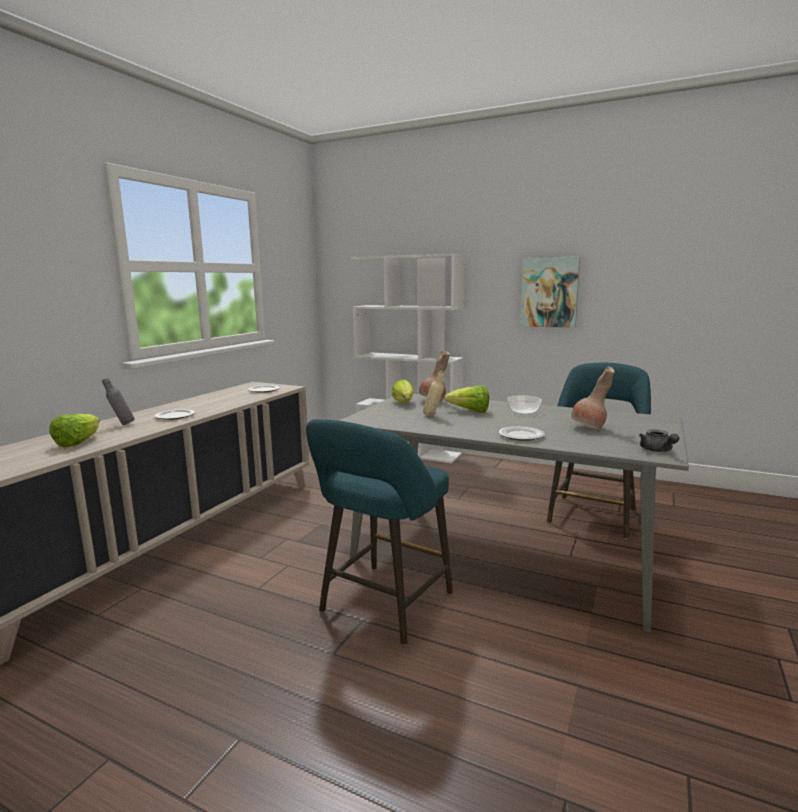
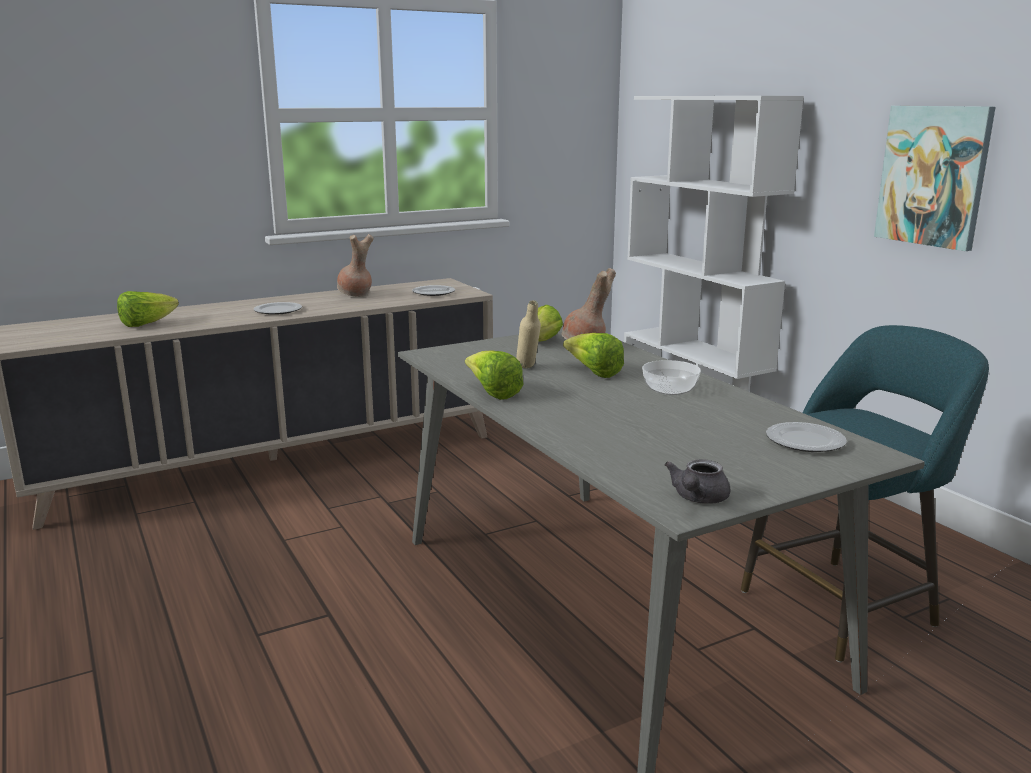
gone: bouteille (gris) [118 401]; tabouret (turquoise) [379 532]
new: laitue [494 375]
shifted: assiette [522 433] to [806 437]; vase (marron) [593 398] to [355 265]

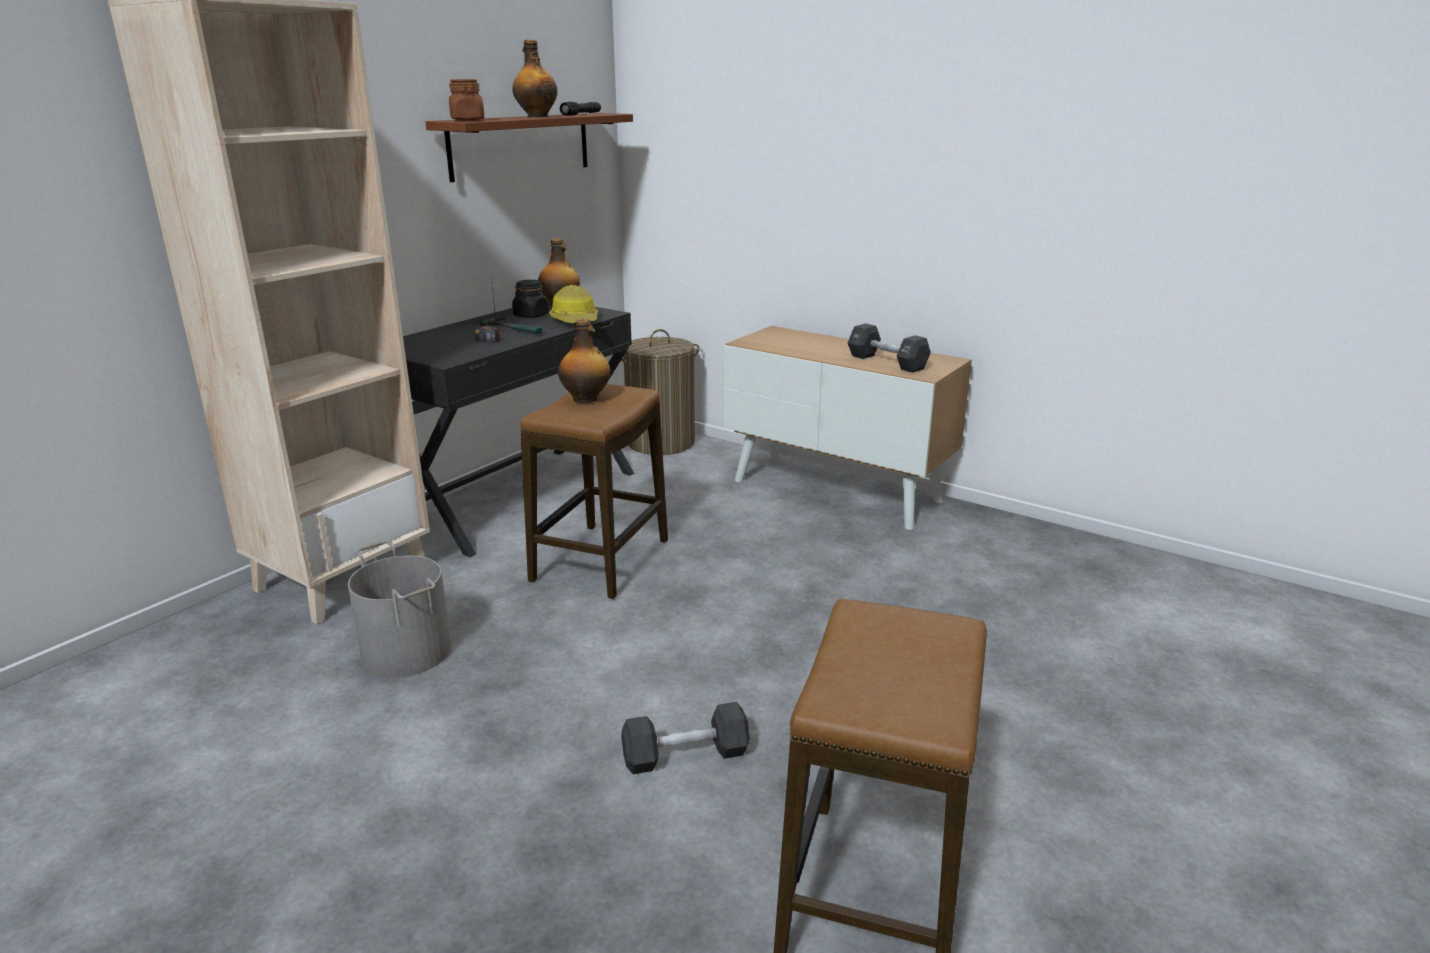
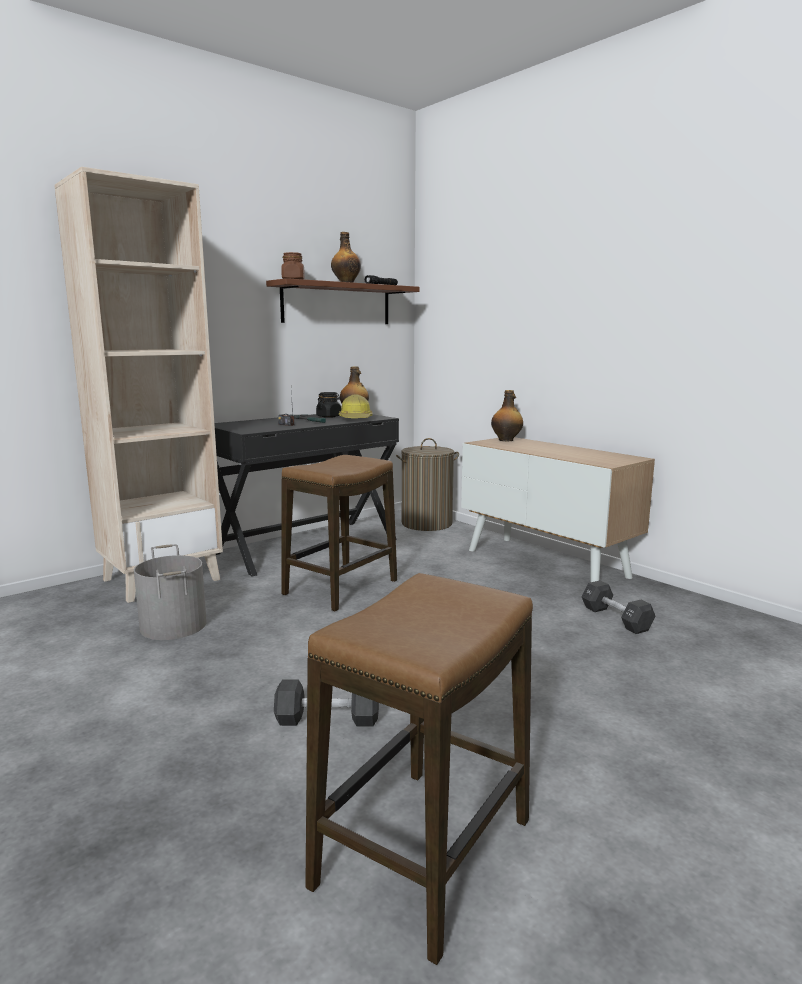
shifted: bouteille [584 360] to [507 415]; haltère (noir) [889 348] to [618 607]

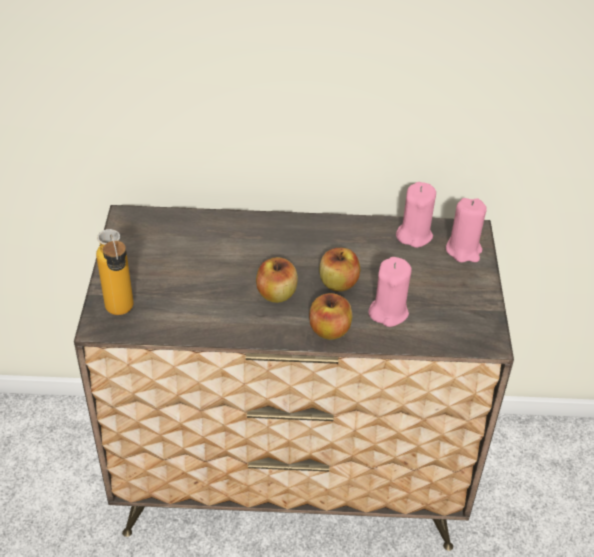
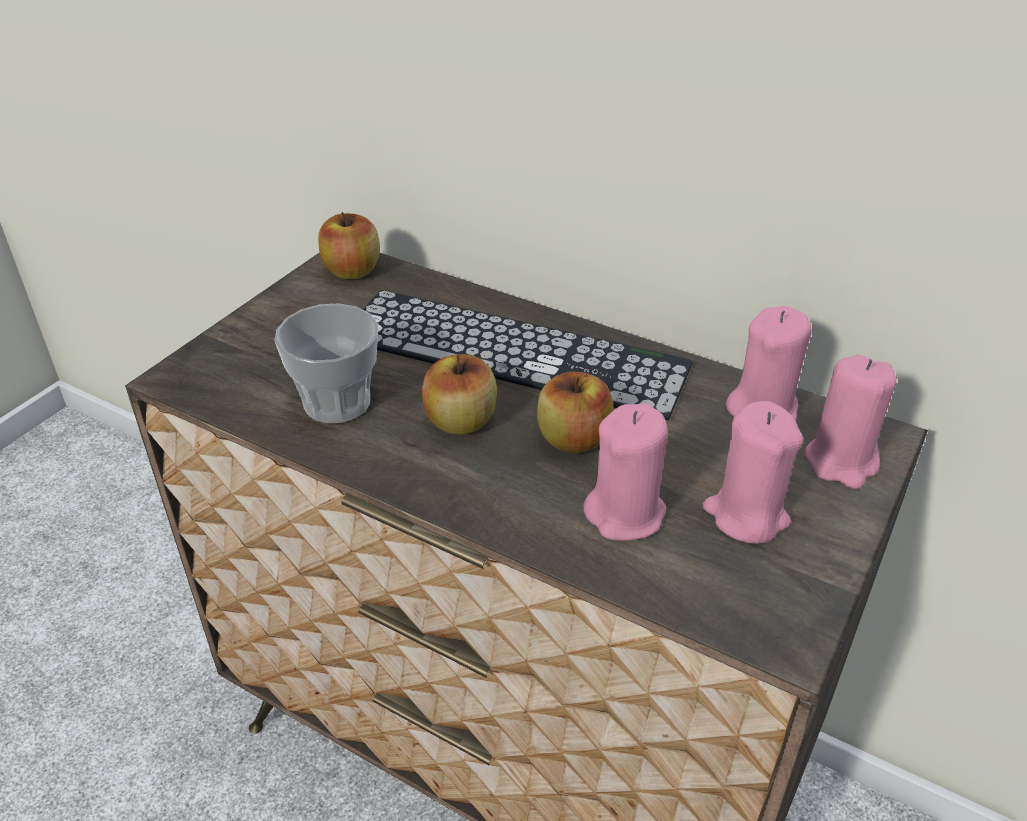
gone: bouteille [115 272]
new: tasse [326 363]; clavier [527 355]; bougie (rose) [753 472]
shifted: pomme [330 316] to [349 245]

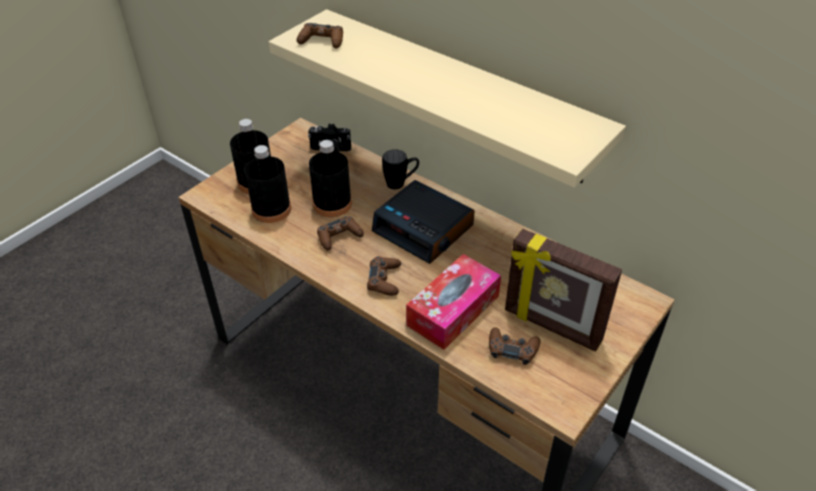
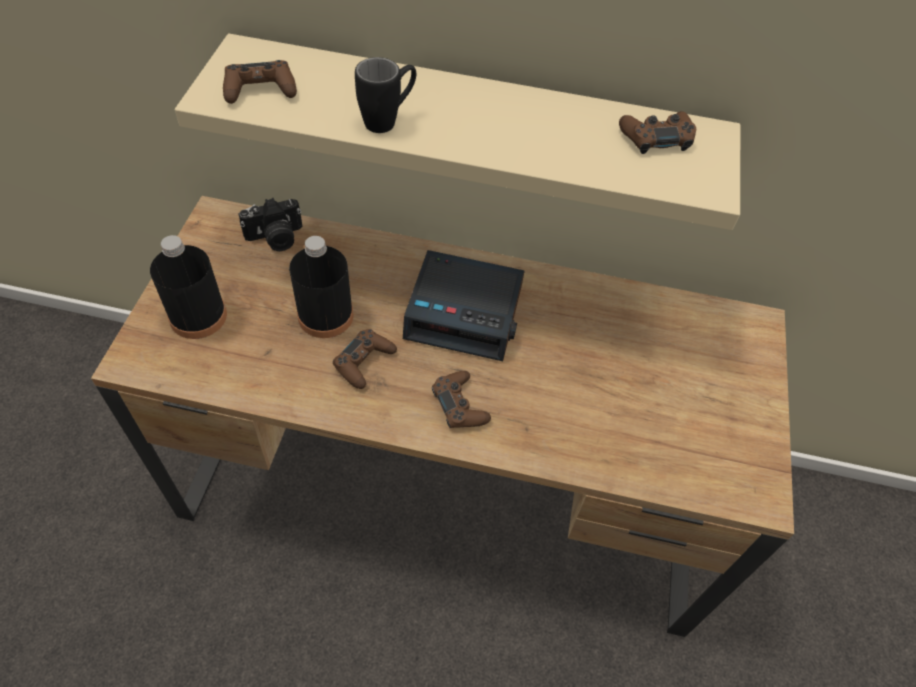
gone: bouteille (noir) [267 184]; boîte à mouchoirs [453 302]; cadre photo [563 290]
shifted: mug (noir) [400 169] to [385 95]; manette (marron) [514 346] to [657 132]

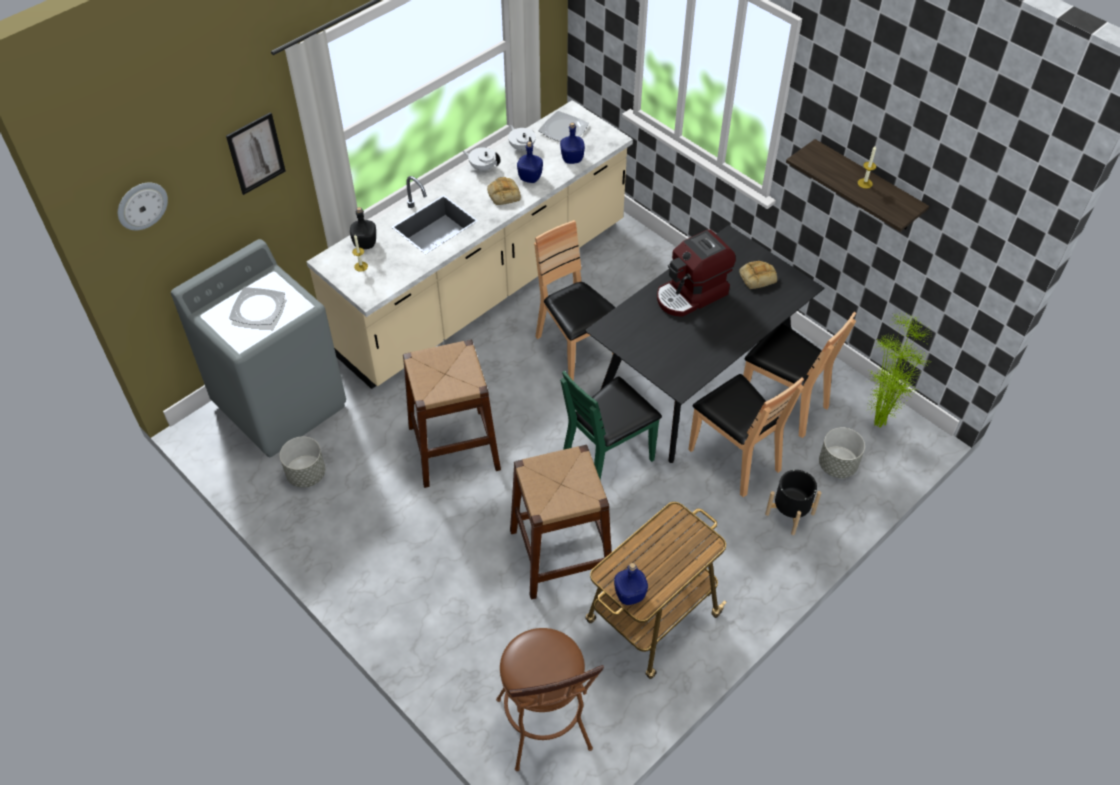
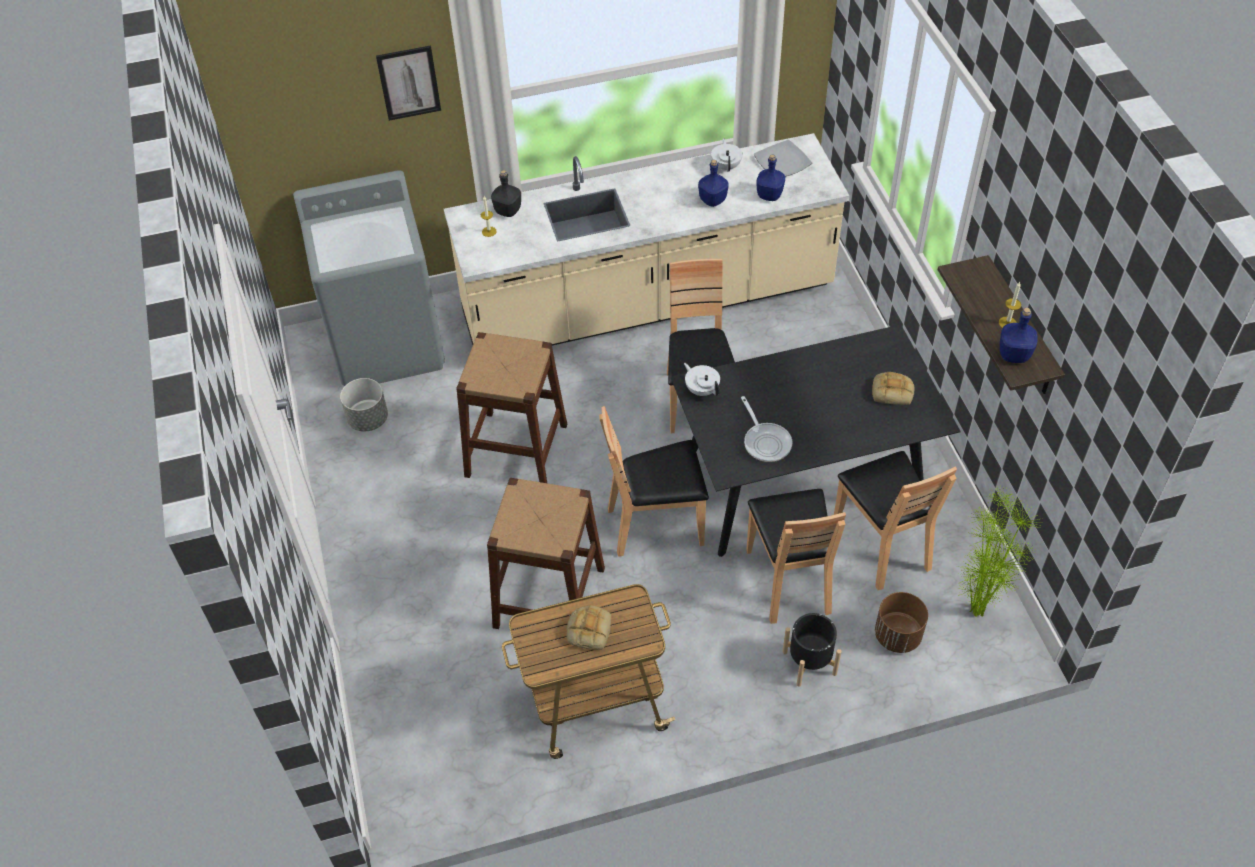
gone: horloge murale [143 206]; assiette [257 306]; tabouret (marron) [550 699]; machine à café [696 273]
new: poêle [766 429]
shifted: théière (blanc) [481 159] to [702 379]; pain [504 191] to [589 627]; bouteille (bleu) [631 584] to [1019 335]
repainted: chaise (vert) [611 425] to chaise (marron) [654 481]; cache-pot (gris) [842 452] to cache-pot (marron) [901 622]

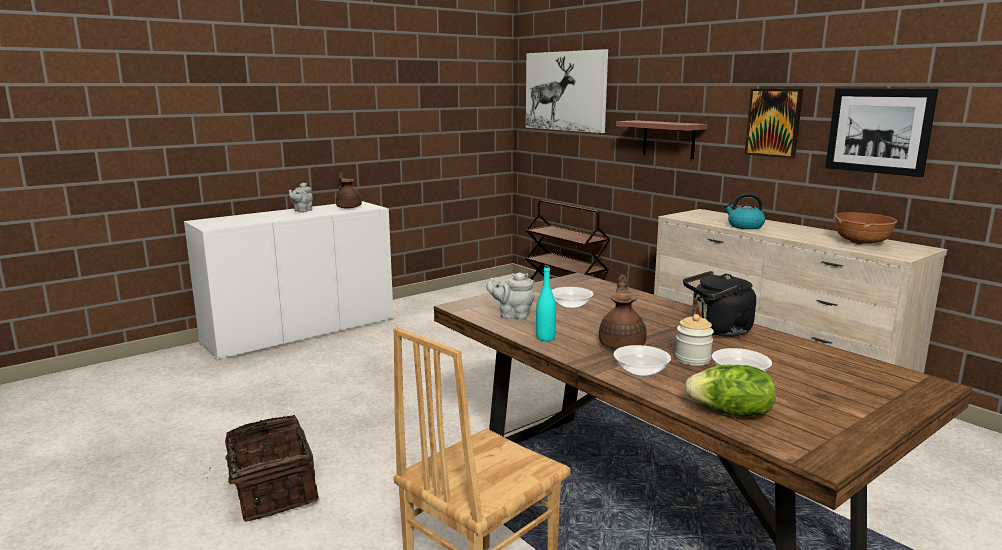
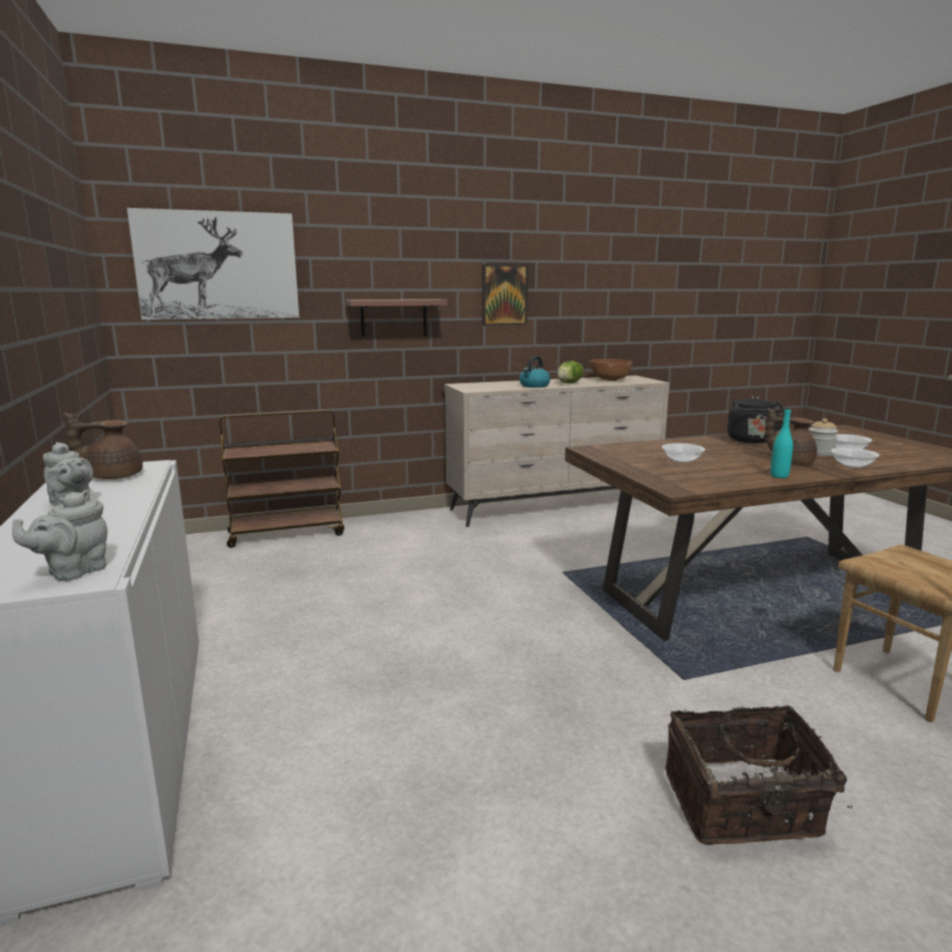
gone: tableau [881 132]
shifted: théière (gris) [510 296] to [60 535]; laitue [730 391] to [570 372]

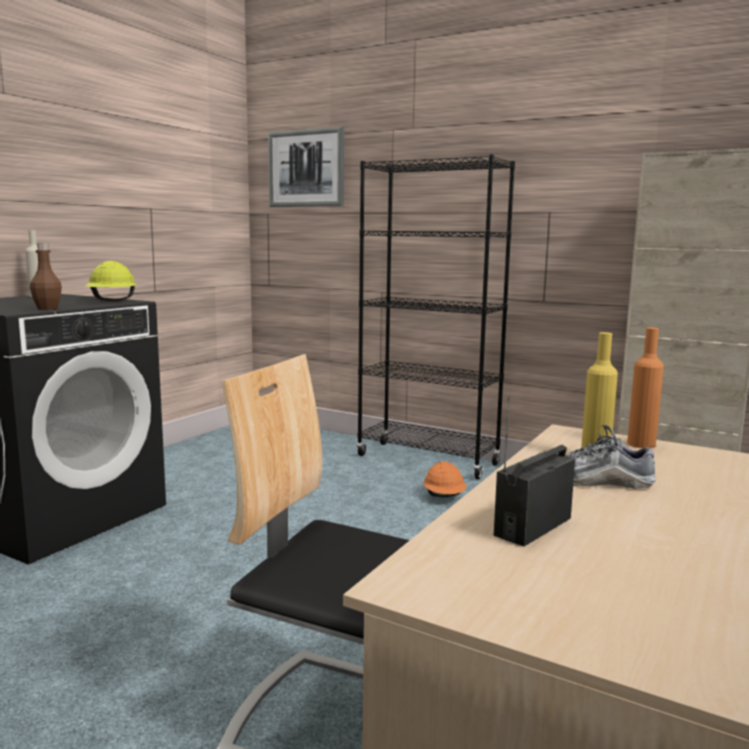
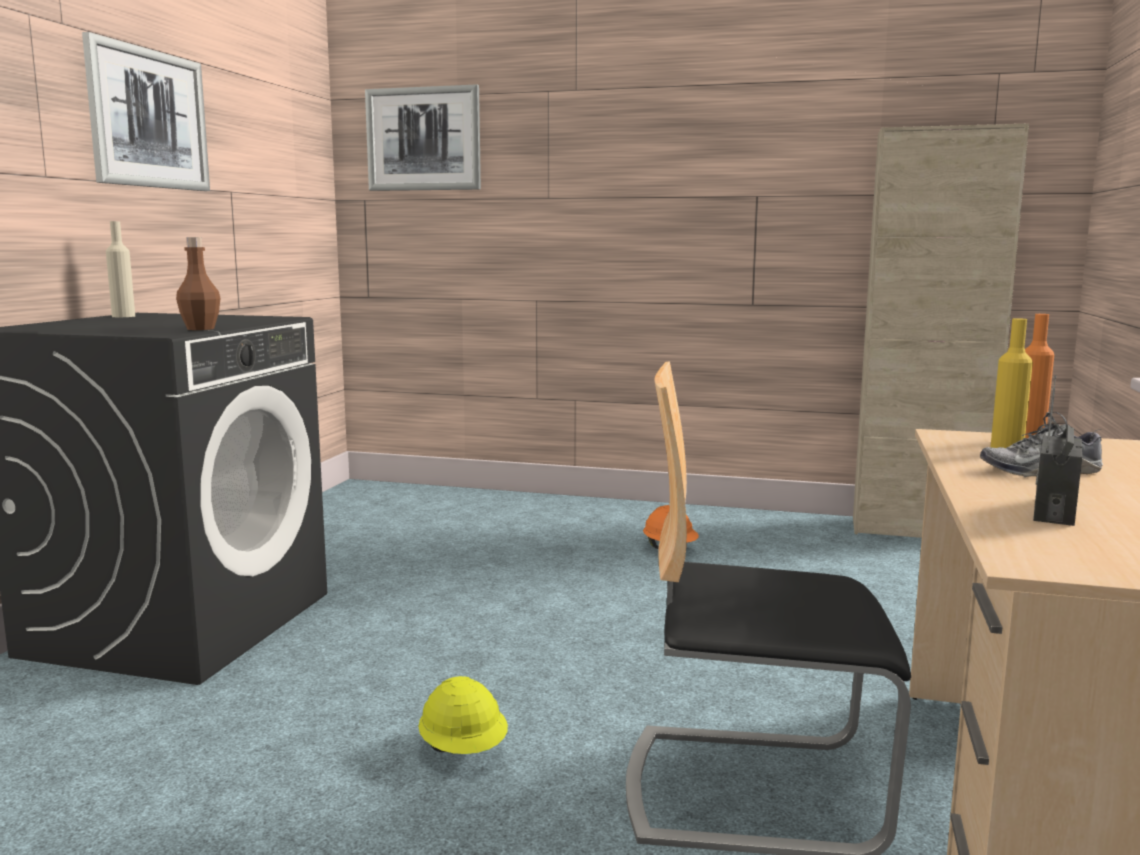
gone: bibliothèque (noir) [435 316]
new: tableau [146 111]
shifted: casque de chantier (jaune) [110 281] to [463 715]

